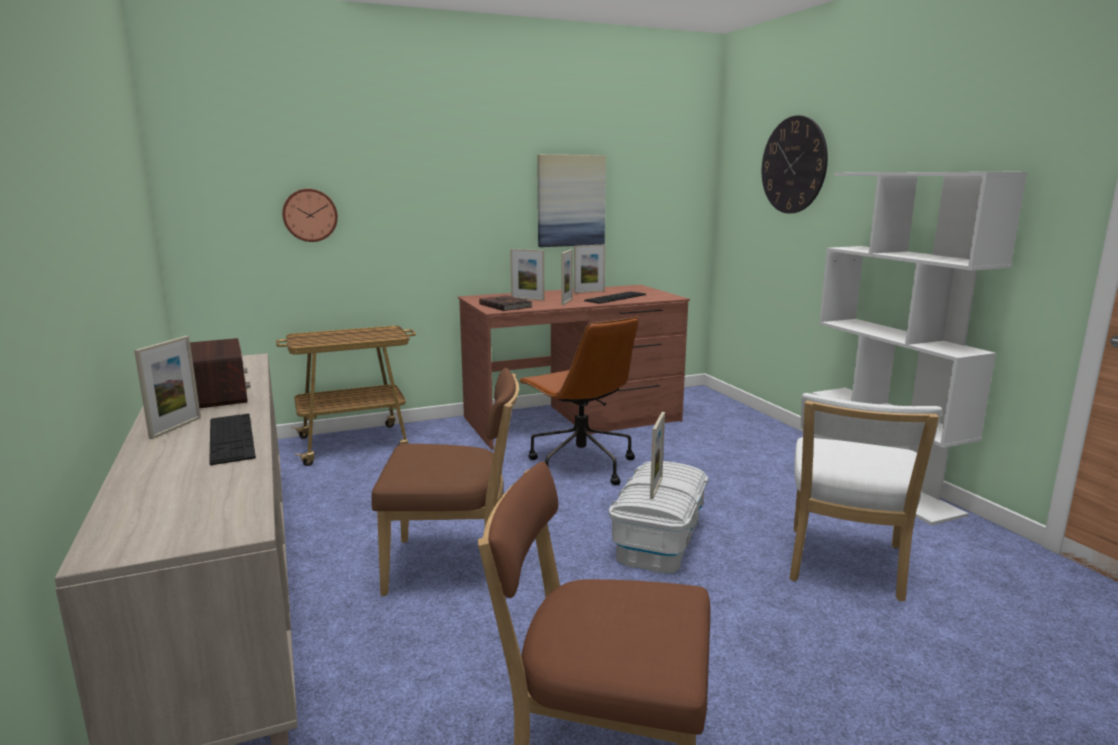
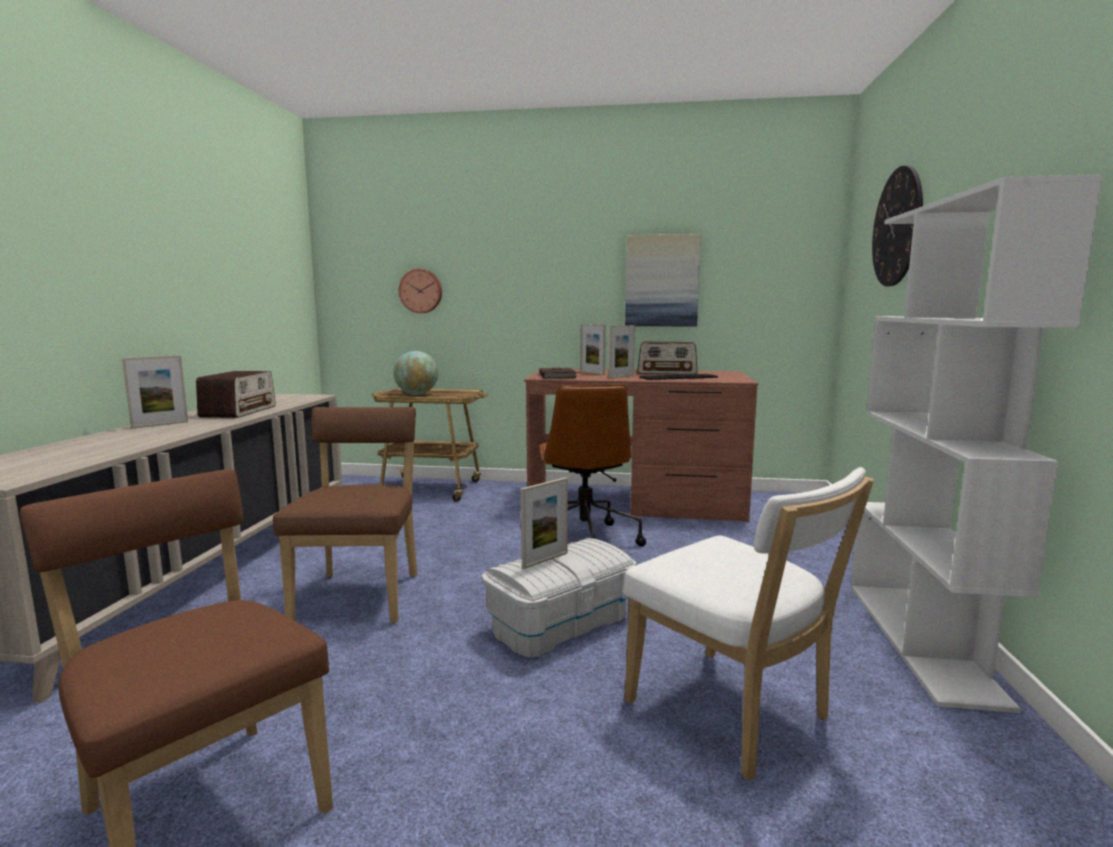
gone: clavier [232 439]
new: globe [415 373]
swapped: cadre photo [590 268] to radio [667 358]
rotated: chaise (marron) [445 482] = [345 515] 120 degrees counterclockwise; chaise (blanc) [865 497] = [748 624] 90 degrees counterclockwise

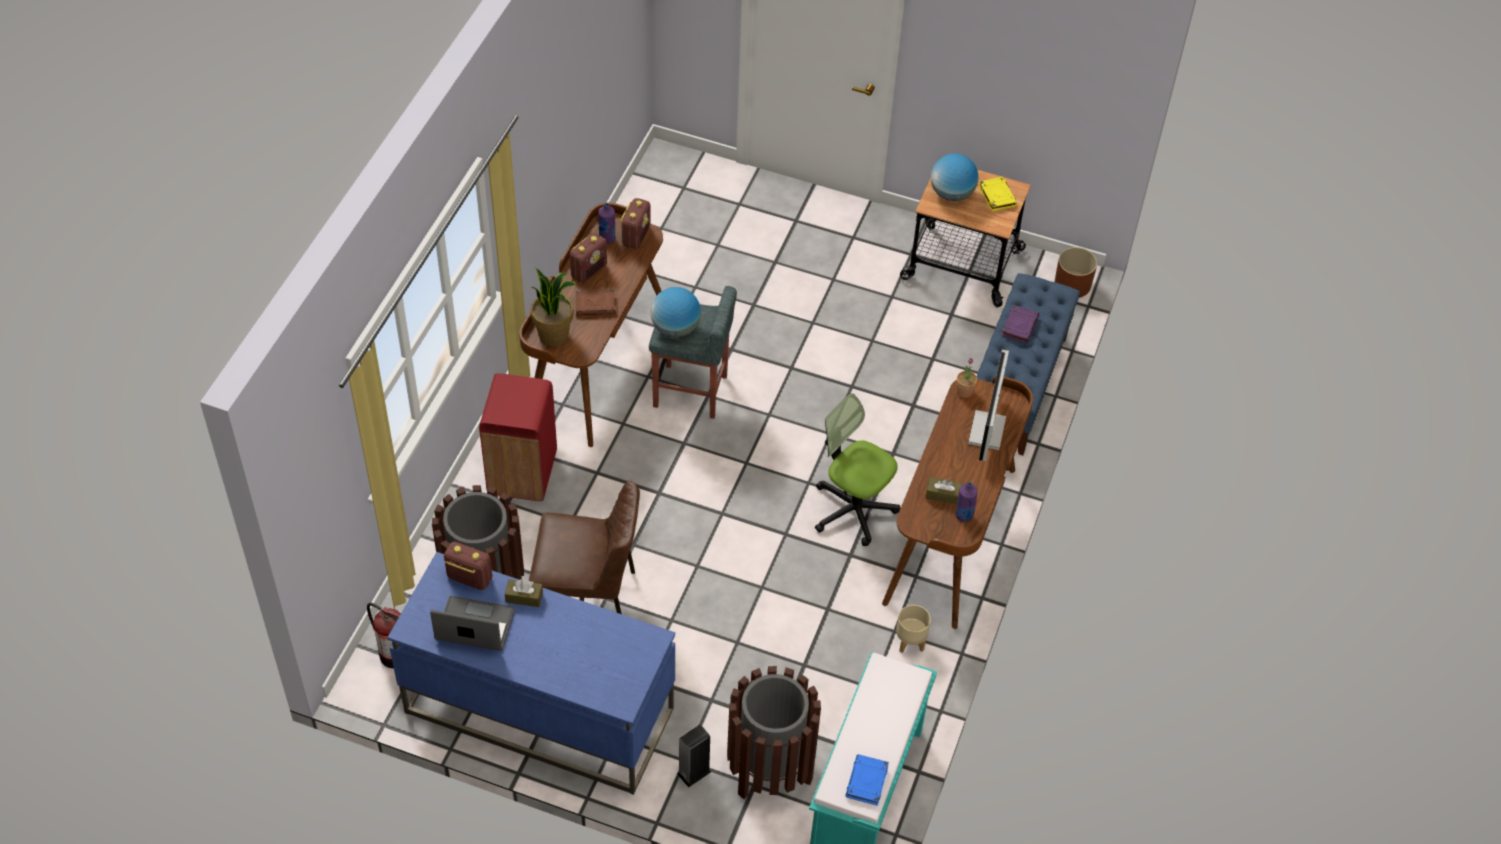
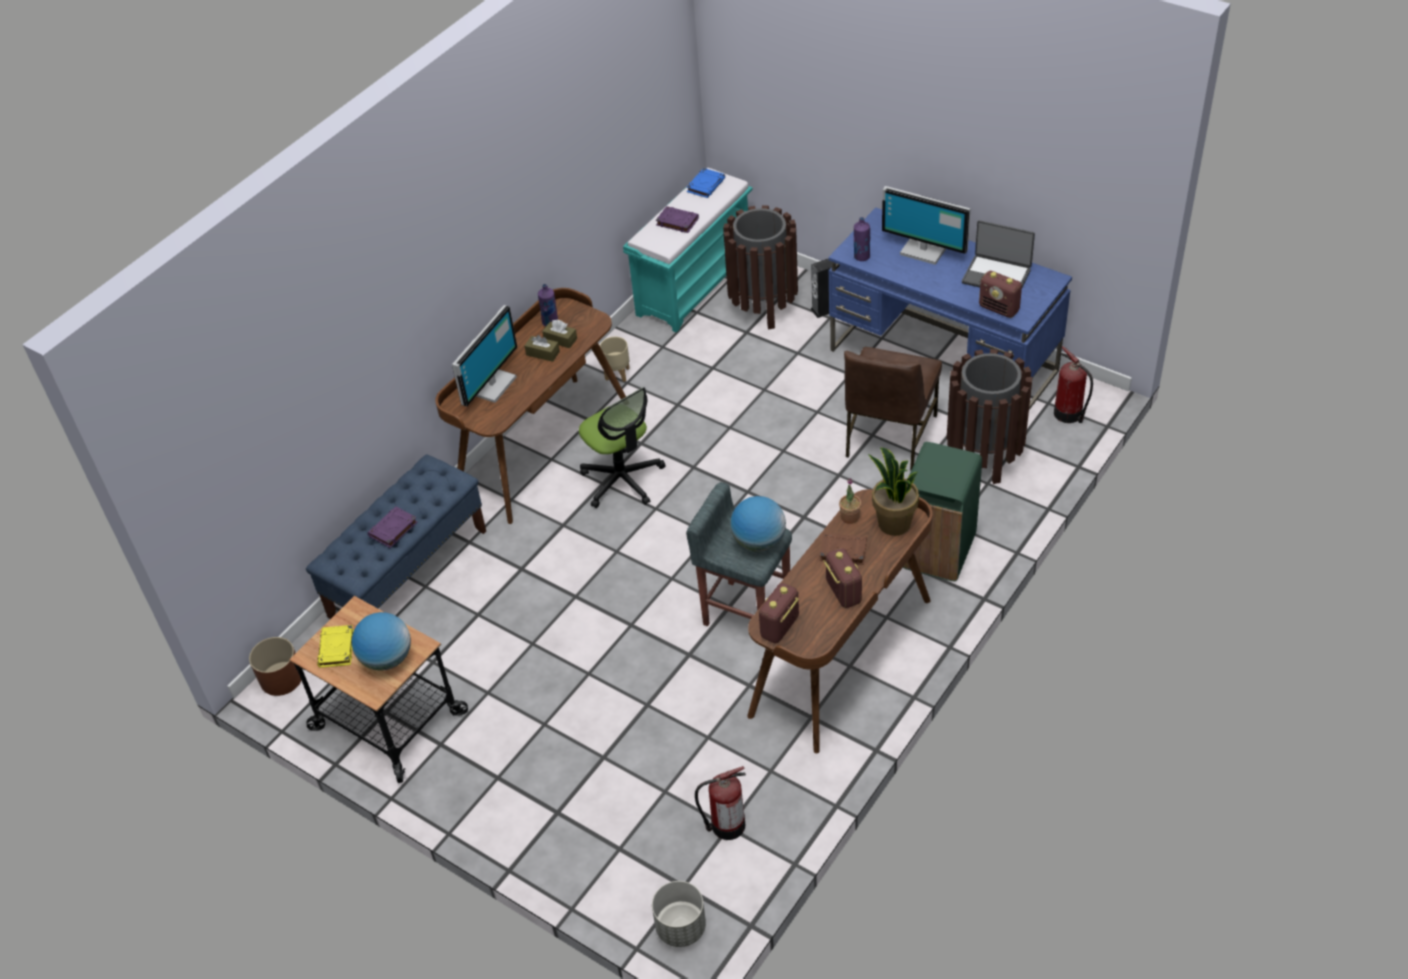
new: cache-pot (gris) [679 914]; livre (violet) [677 219]; extincteur [720 803]; écran d'ordinateur [926 225]
shifted: boîte à mouchoirs (marron) [524 593] to [542 348]; bouteille (violet) [606 223] to [862 239]; plante en pot [966 378] to [850 501]
repainted: poubelle (rouge) [518 437] to poubelle (vert) [942 511]
rotated: chaise (marron) [584 547] = [893 408] 90 degrees counterclockwise; radio [588 258] = [842 578] 105 degrees clockwise

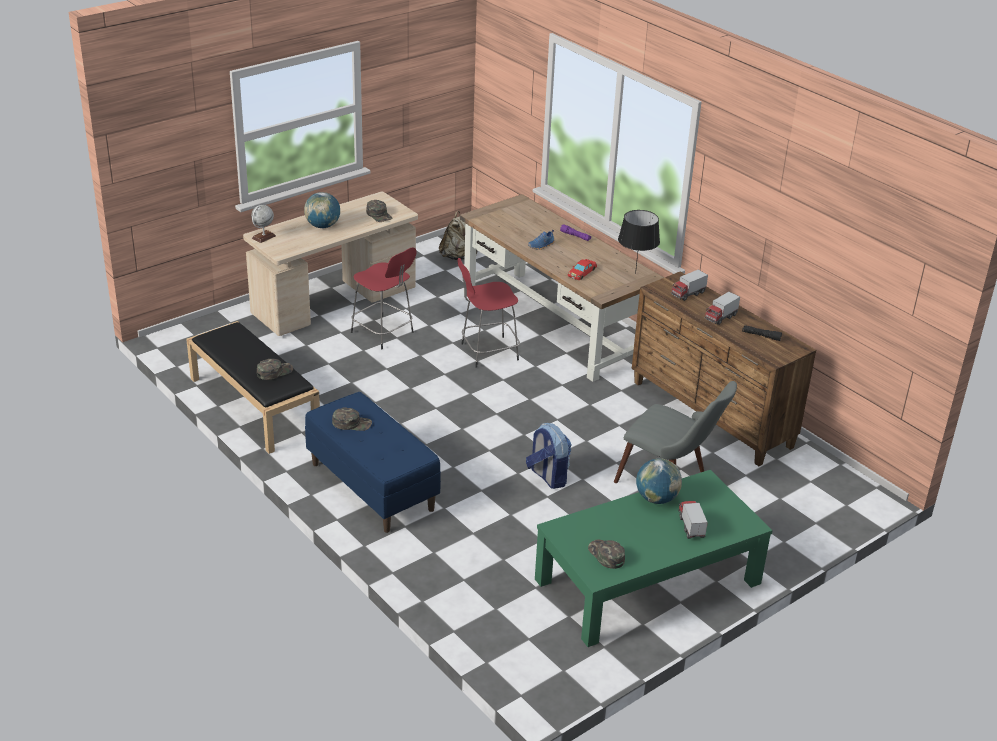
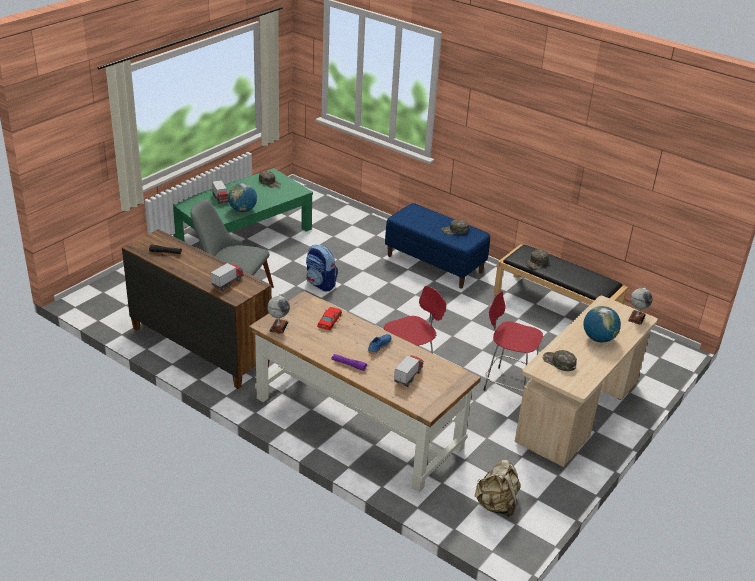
shifted: camion jouet [722 308] to [408 371]
swapped: lampe de table (noir) [639 242] to globe [279 314]

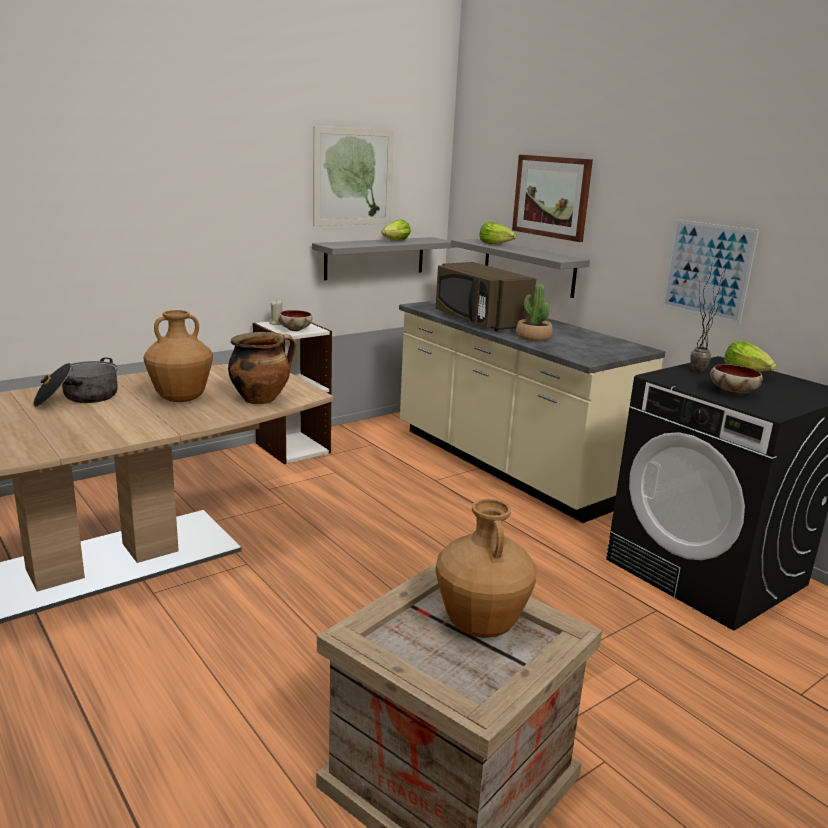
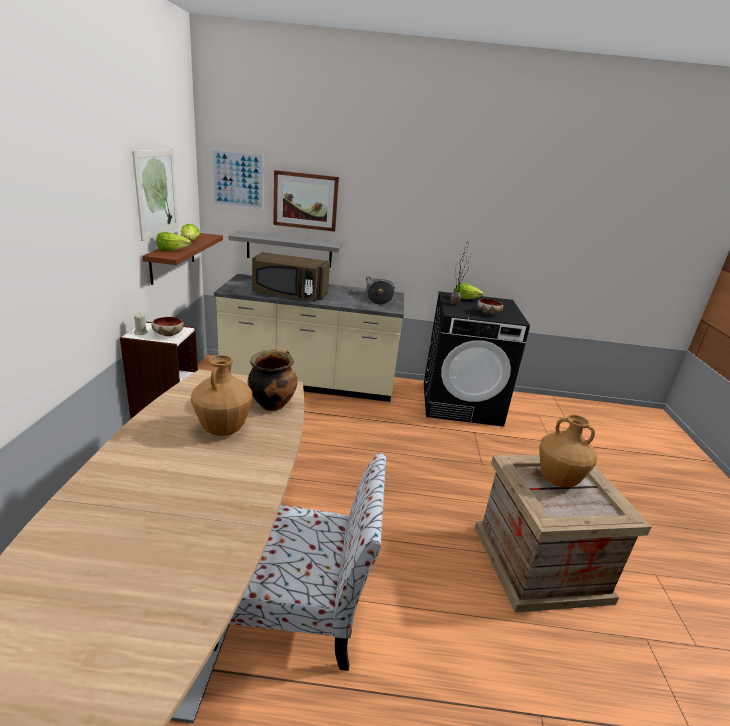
gone: plante en pot [534 312]
new: chaise [299 562]
shifted: marmite [75 382] to [380 291]; laitue [498 233] to [173 241]; tableau [710 271] to [237 179]
repainted: étagère (gris) [383 258] to étagère (marron) [182 259]

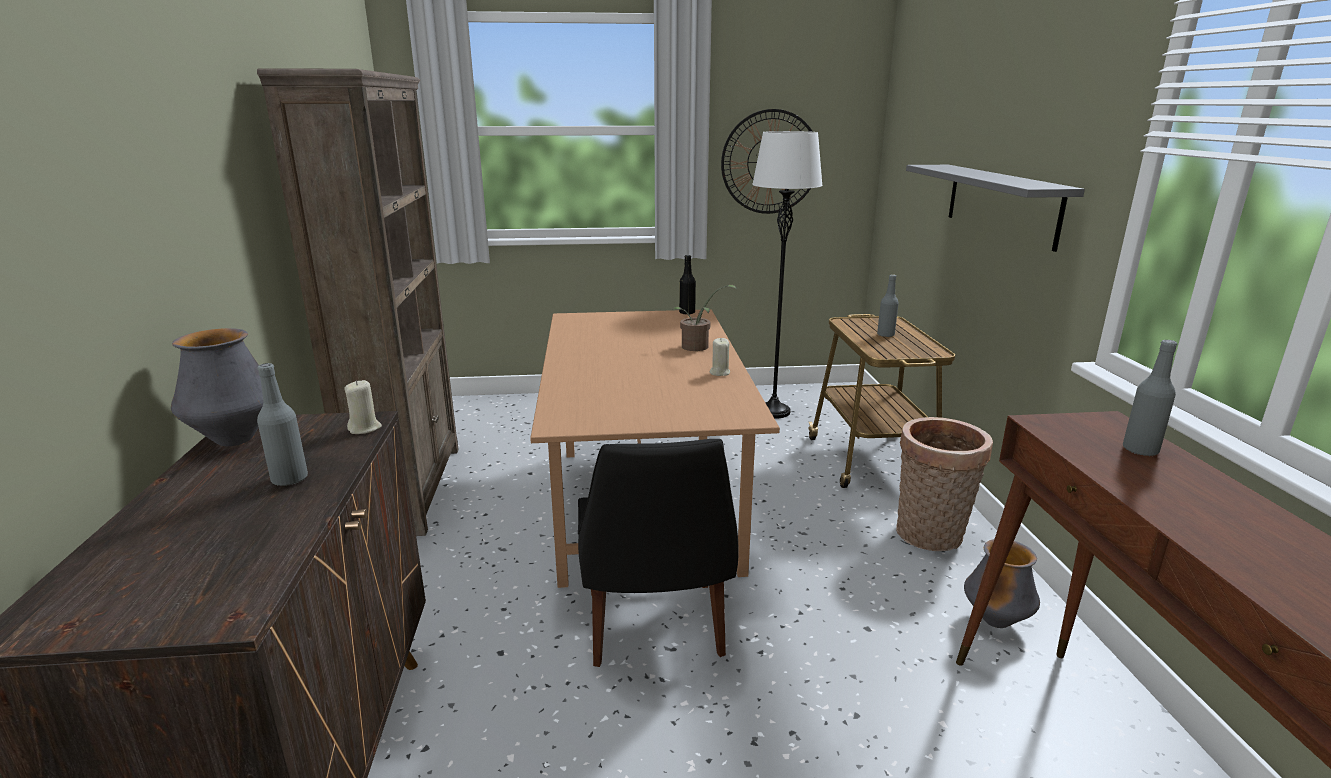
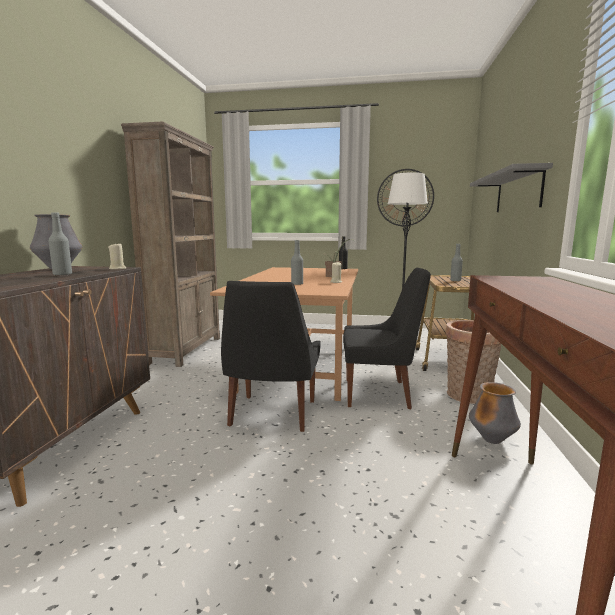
new: chaise (noir) [387 338]
shifted: bouteille (gris) [1150 398] to [297 262]

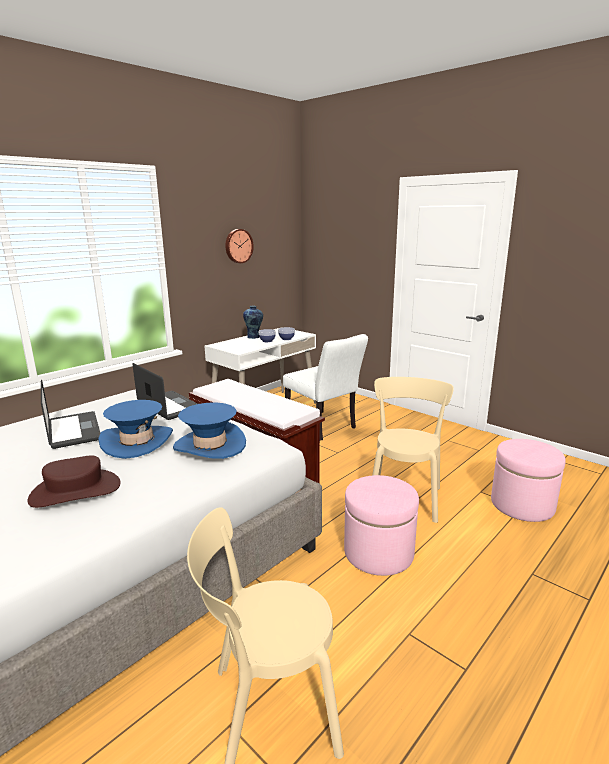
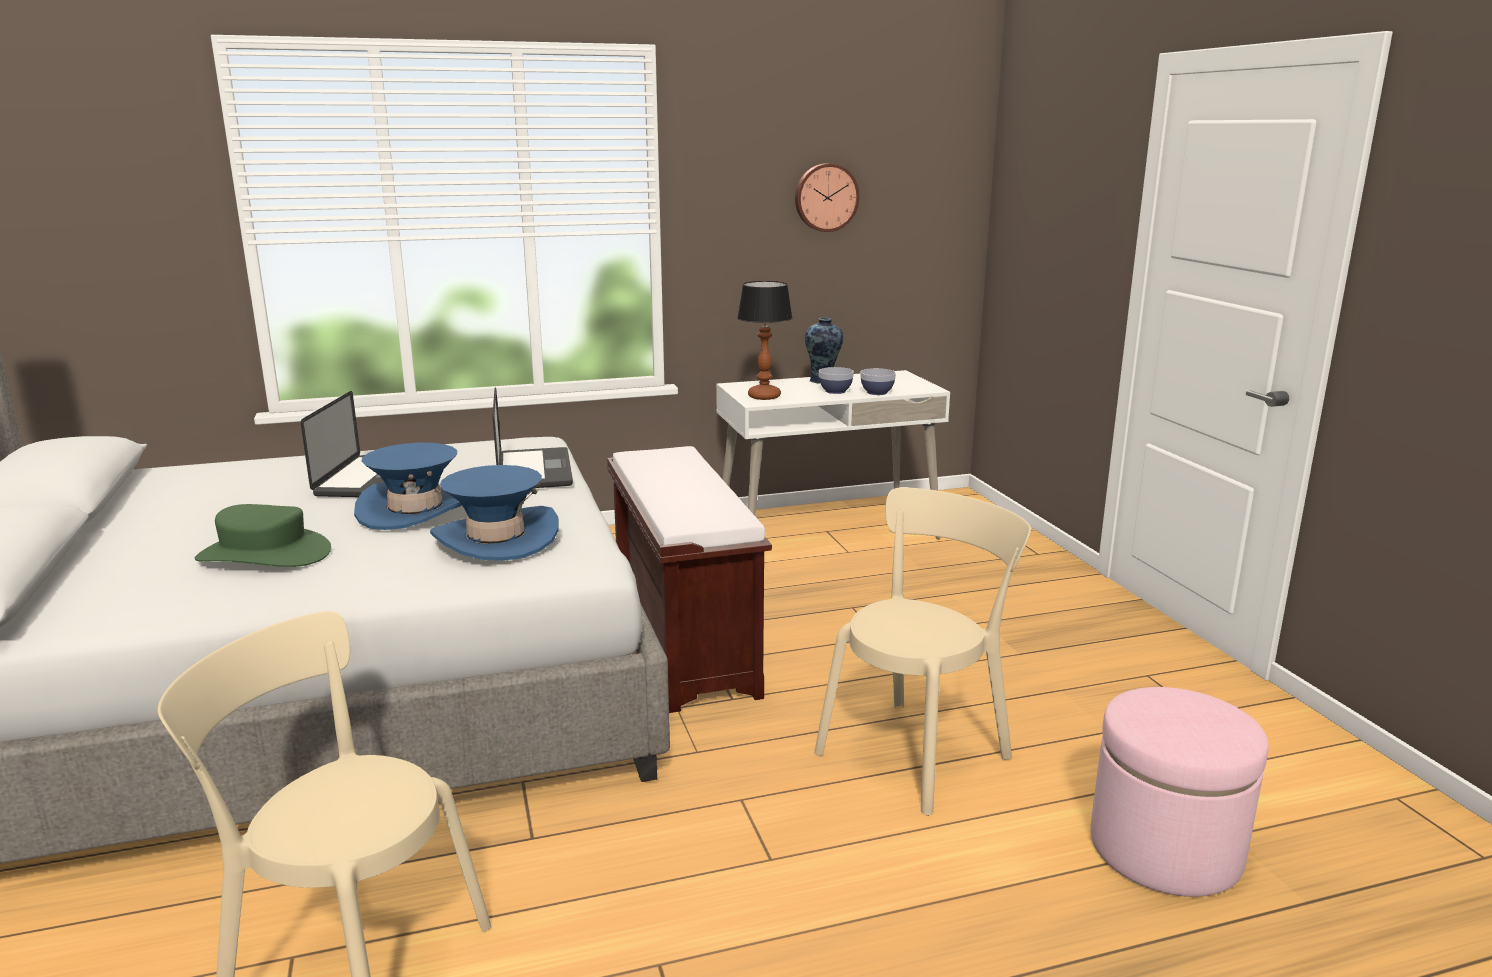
gone: chaise (blanc) [325 387]; pouf (rose) [381 525]
new: lampe de table [765 340]
repainted: chapeau (marron) [74 481] to chapeau (vert) [263 535]

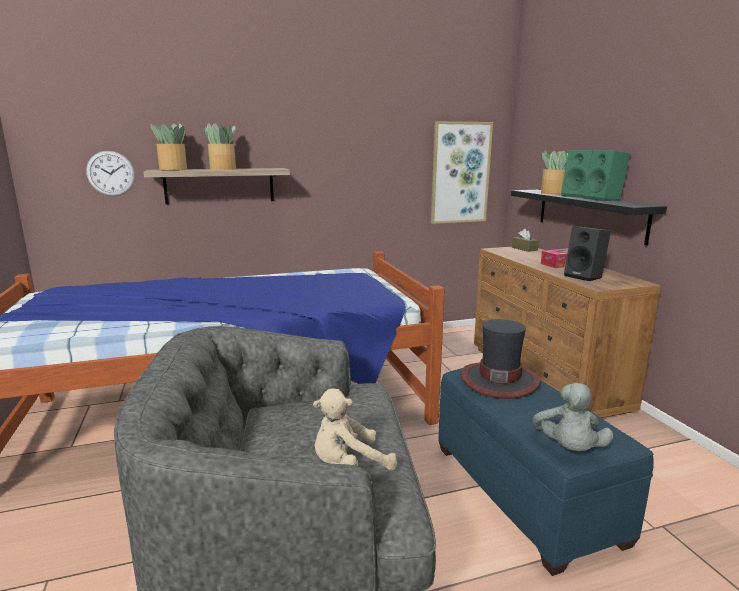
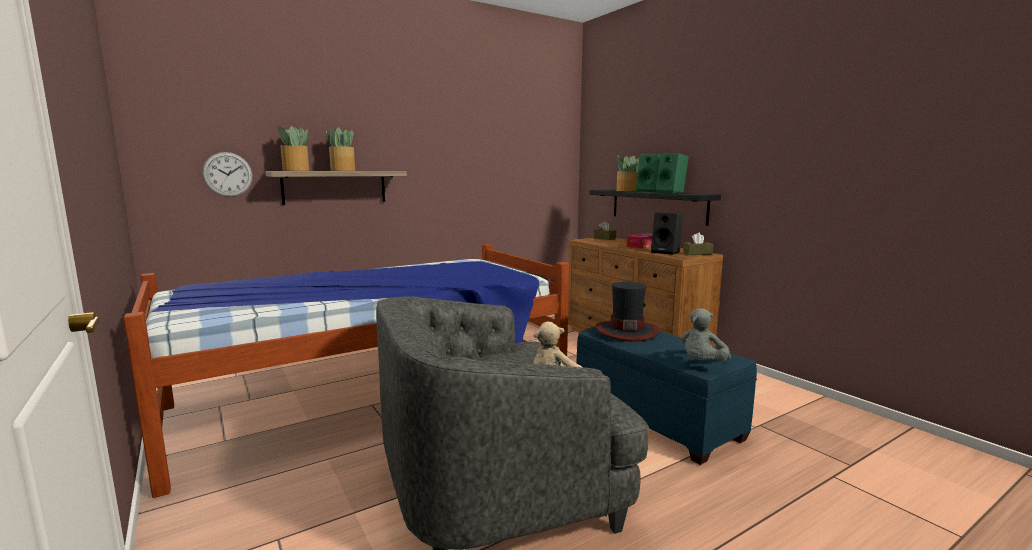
gone: tableau [462 172]
new: boîte à mouchoirs (marron) [698 244]
rotated: peluche (gris) [573 416] = [706 334] 45 degrees clockwise

